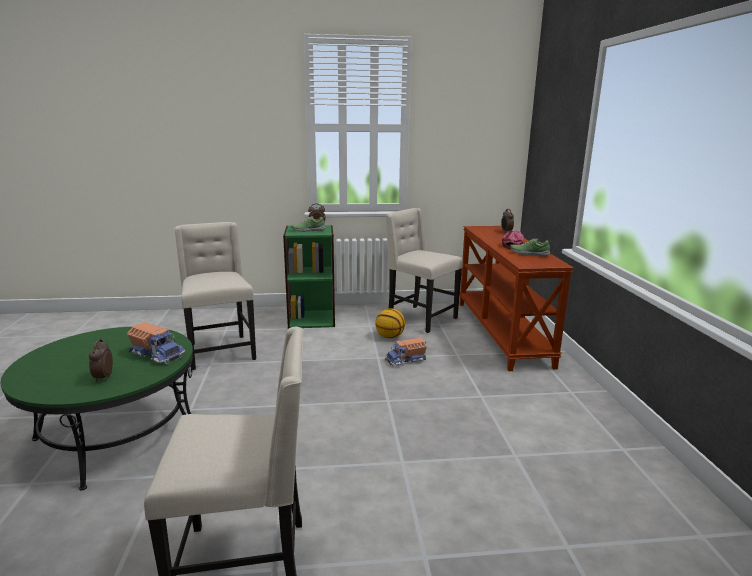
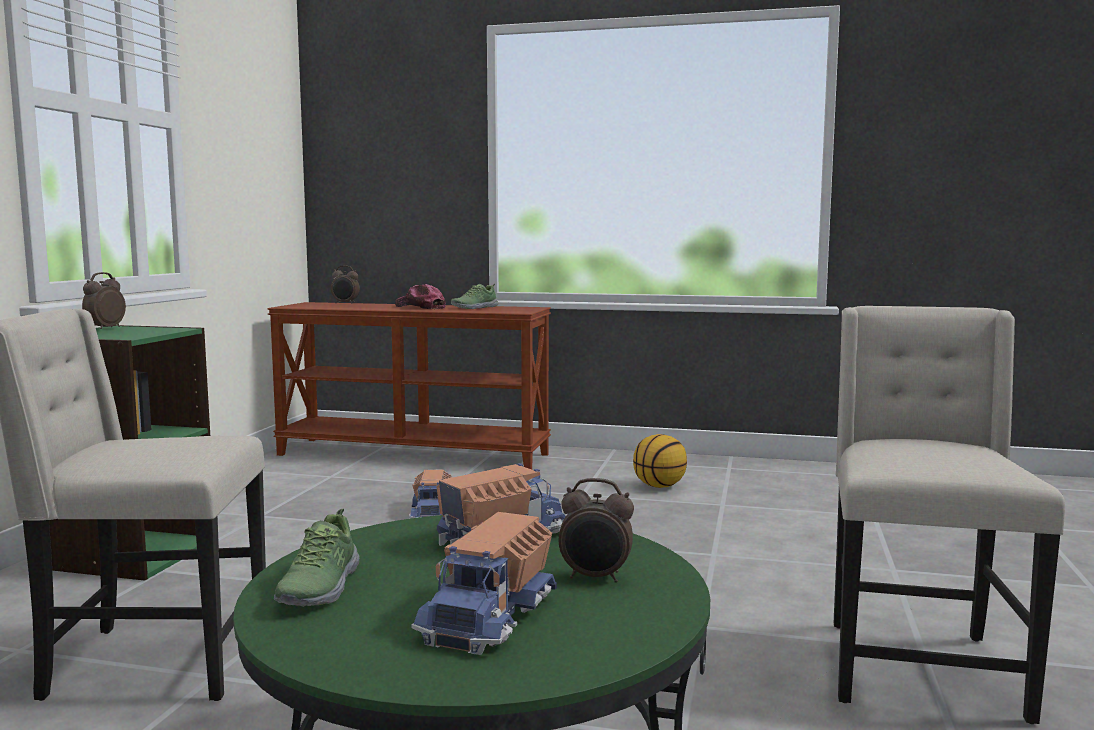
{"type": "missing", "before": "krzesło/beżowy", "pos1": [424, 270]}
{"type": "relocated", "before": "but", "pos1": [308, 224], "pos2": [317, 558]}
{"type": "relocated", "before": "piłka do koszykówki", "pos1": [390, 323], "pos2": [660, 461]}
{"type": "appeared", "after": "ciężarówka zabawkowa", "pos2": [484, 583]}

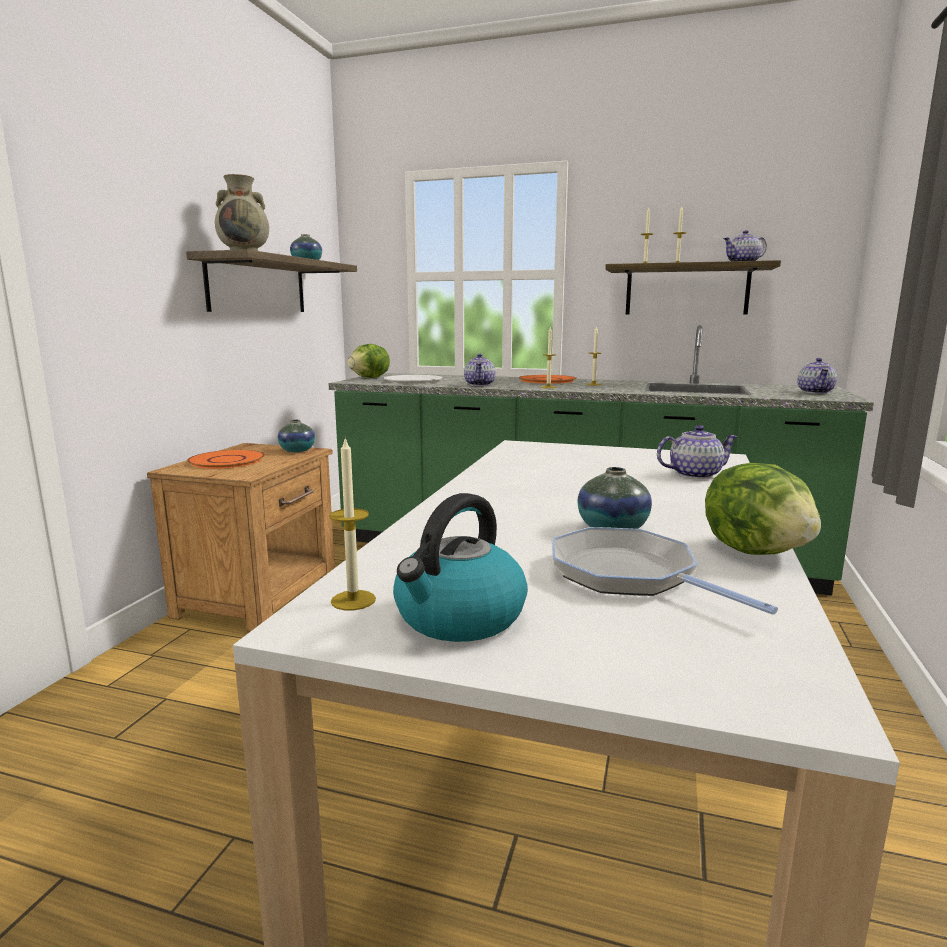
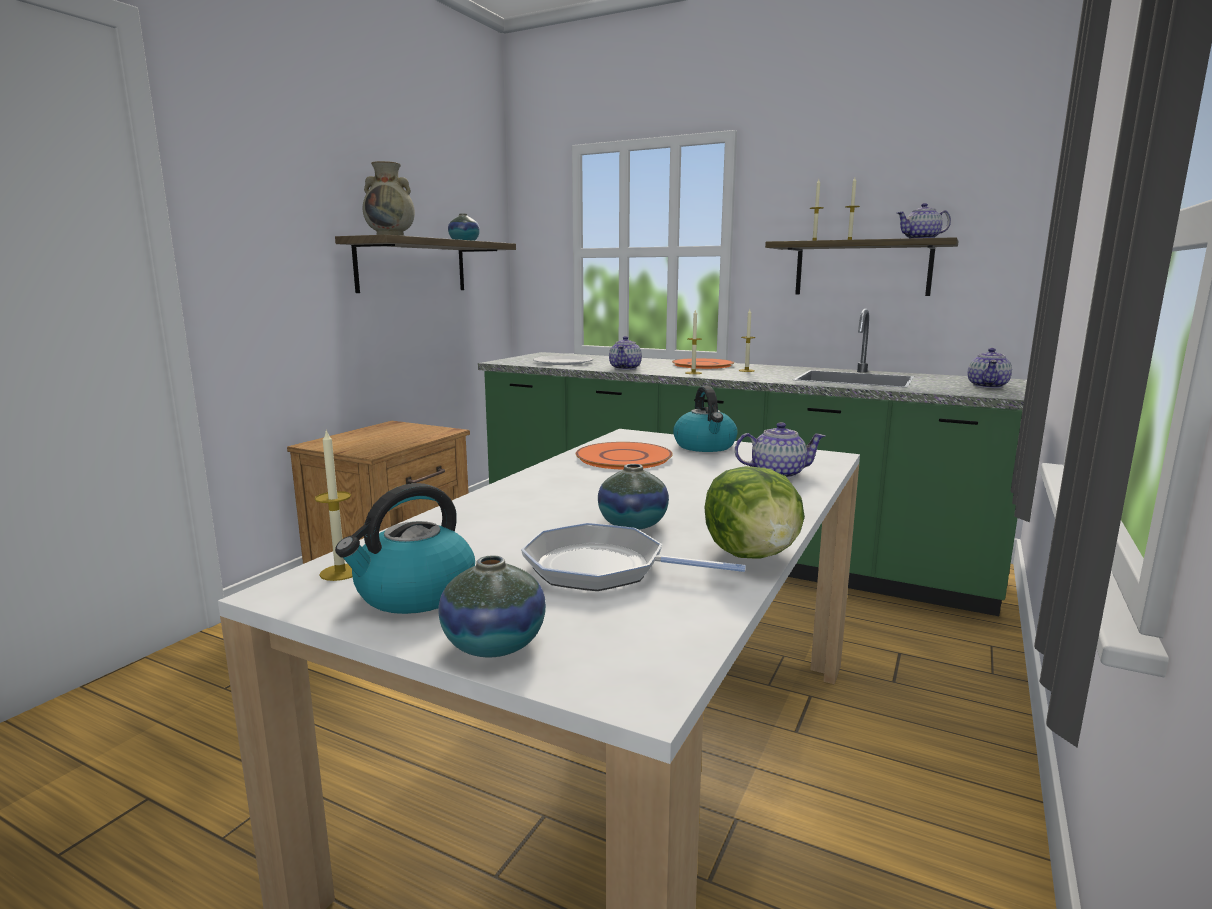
{"type": "missing", "before": "sałata", "pos1": [368, 361]}
{"type": "relocated", "before": "wazon", "pos1": [296, 436], "pos2": [492, 606]}
{"type": "relocated", "before": "talerz/pomarańczowy", "pos1": [226, 459], "pos2": [624, 455]}
{"type": "spun", "before": "patelnia", "pos1": [665, 571], "pos2": [633, 557], "turn": -45}
{"type": "appeared", "after": "czajnik", "pos2": [705, 419]}

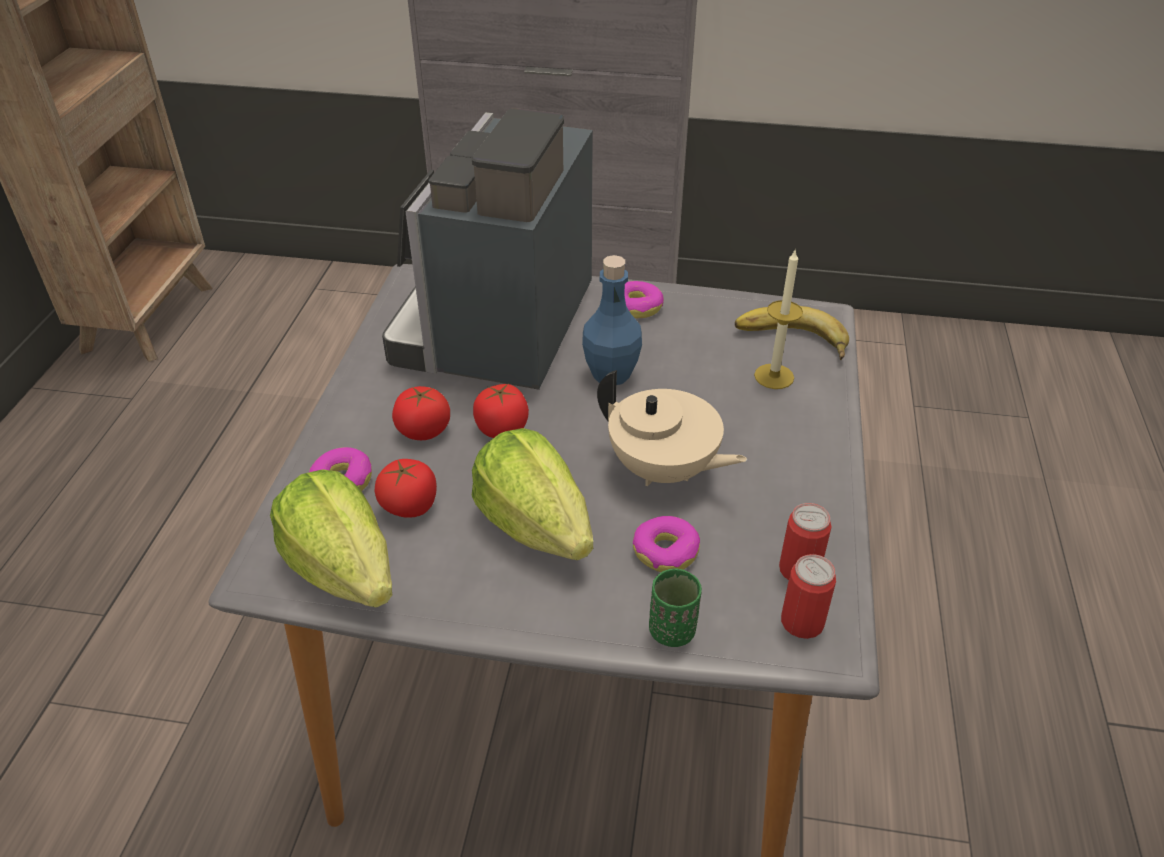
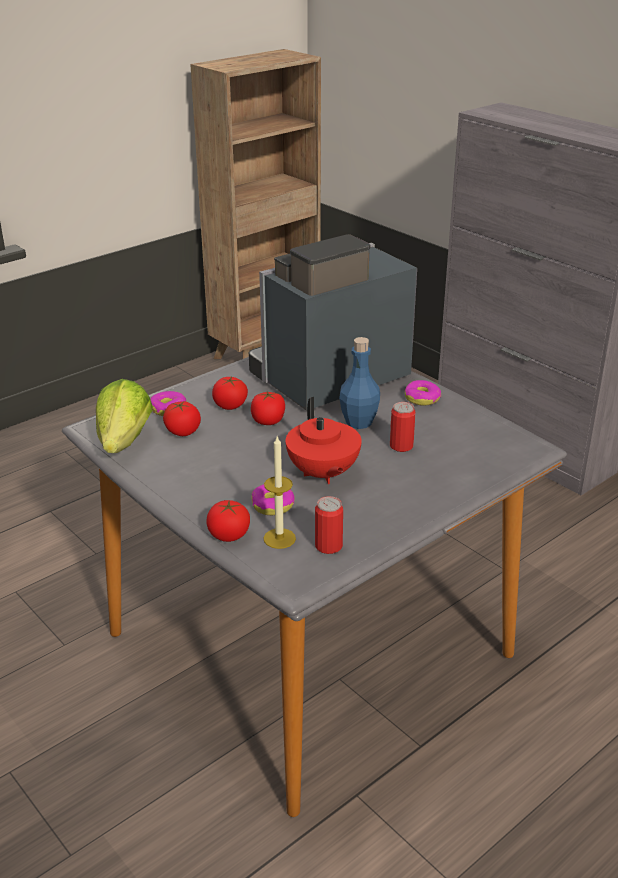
{"type": "relocated", "before": "świeca", "pos1": [778, 319], "pos2": [280, 492]}
{"type": "missing", "before": "banan", "pos1": [792, 333]}
{"type": "colour", "before": "imbryk/beżowy", "after": "imbryk/czerwony", "pos1": [672, 428], "pos2": [323, 440]}
{"type": "missing", "before": "sałata", "pos1": [532, 494]}
{"type": "relocated", "before": "puszka", "pos1": [808, 596], "pos2": [402, 427]}
{"type": "exchanged", "before": "filiżanka/zielony", "after": "pomidor", "pos1": [675, 607], "pos2": [228, 521]}

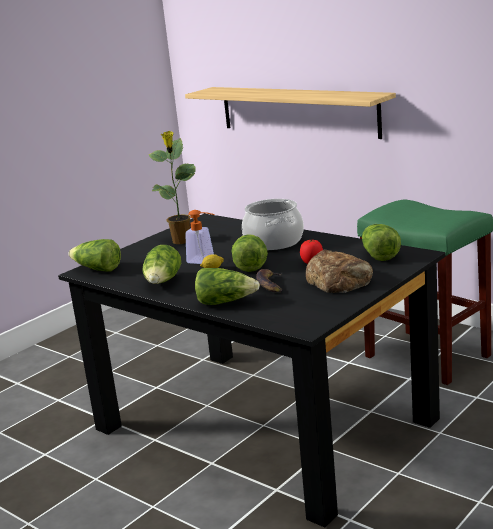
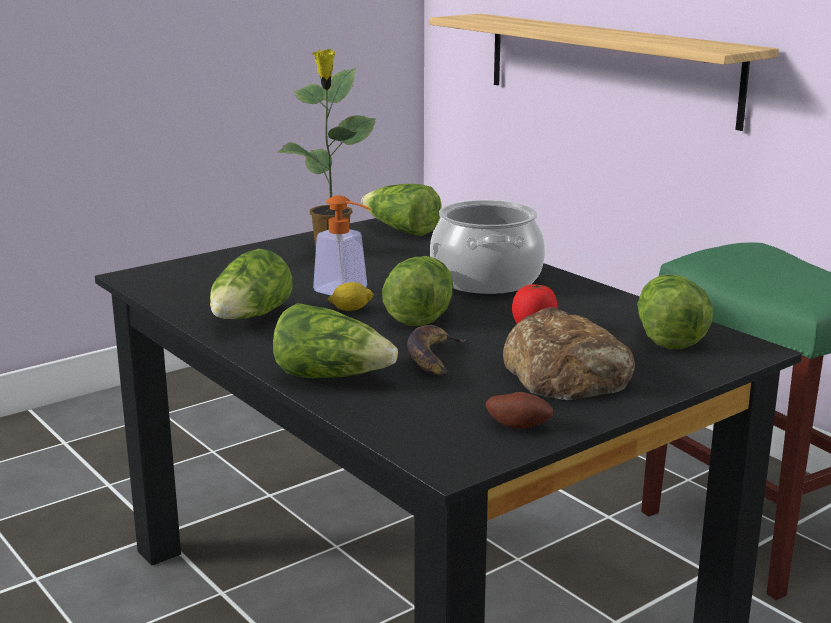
{"type": "relocated", "before": "sałata", "pos1": [94, 255], "pos2": [401, 210]}
{"type": "appeared", "after": "ziemniak", "pos2": [519, 410]}

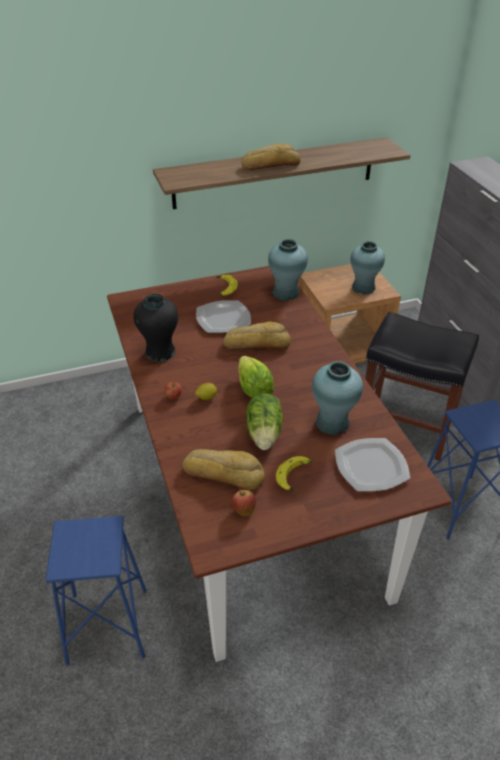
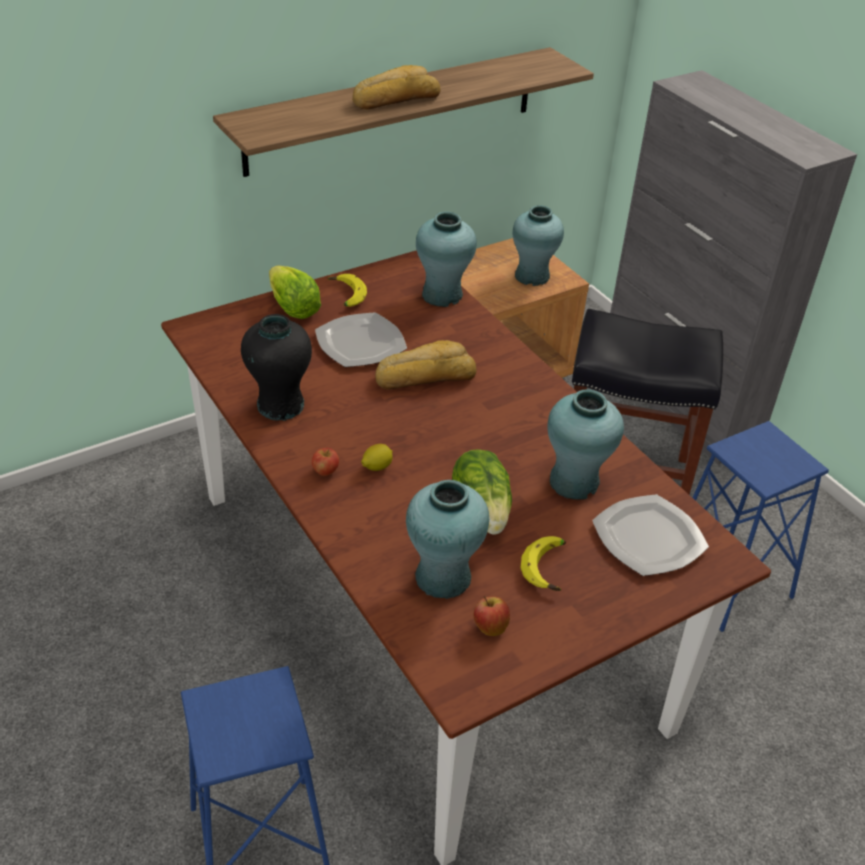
{"type": "relocated", "before": "sałata", "pos1": [256, 377], "pos2": [295, 292]}
{"type": "exchanged", "before": "chleb", "after": "wazon/turkusowy", "pos1": [223, 470], "pos2": [447, 539]}

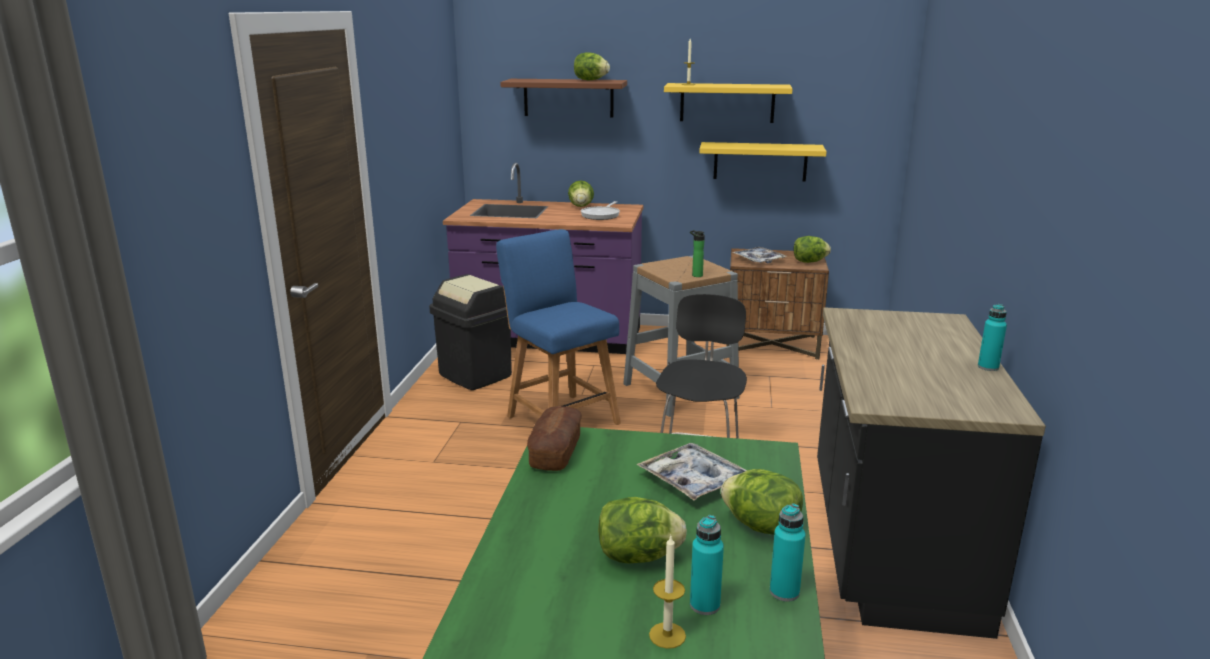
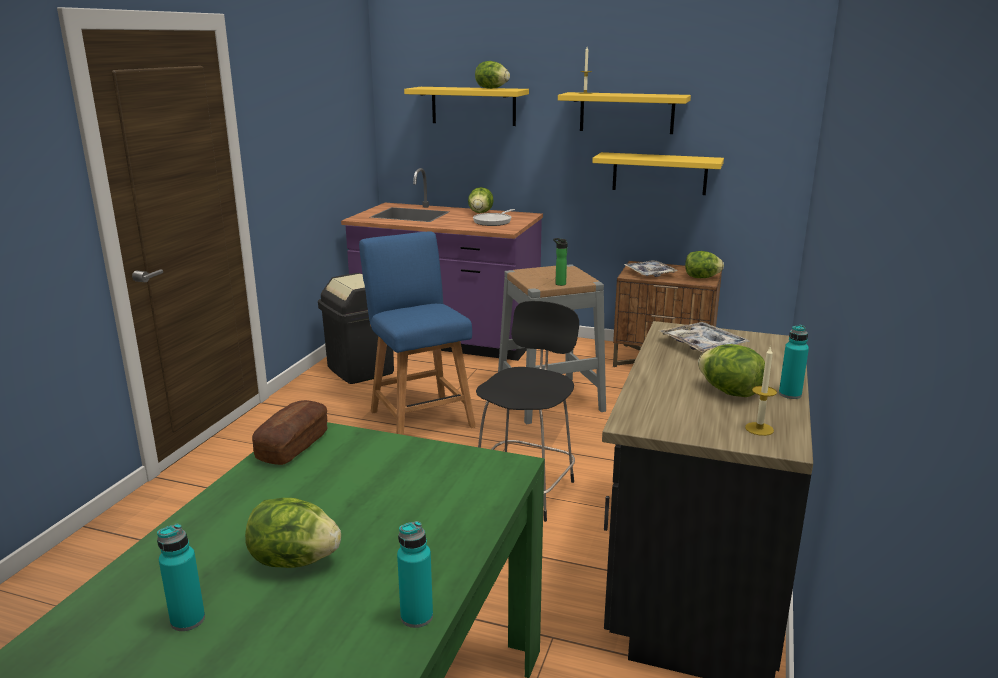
{"type": "colour", "before": "półka/brązowy", "after": "półka/żółty", "pos1": [563, 98], "pos2": [466, 106]}
{"type": "relocated", "before": "taca", "pos1": [691, 472], "pos2": [703, 337]}
{"type": "relocated", "before": "sałata", "pos1": [762, 502], "pos2": [731, 370]}
{"type": "relocated", "before": "butelka/turkusowy", "pos1": [707, 565], "pos2": [181, 577]}
{"type": "relocated", "before": "świeca", "pos1": [667, 592], "pos2": [761, 391]}

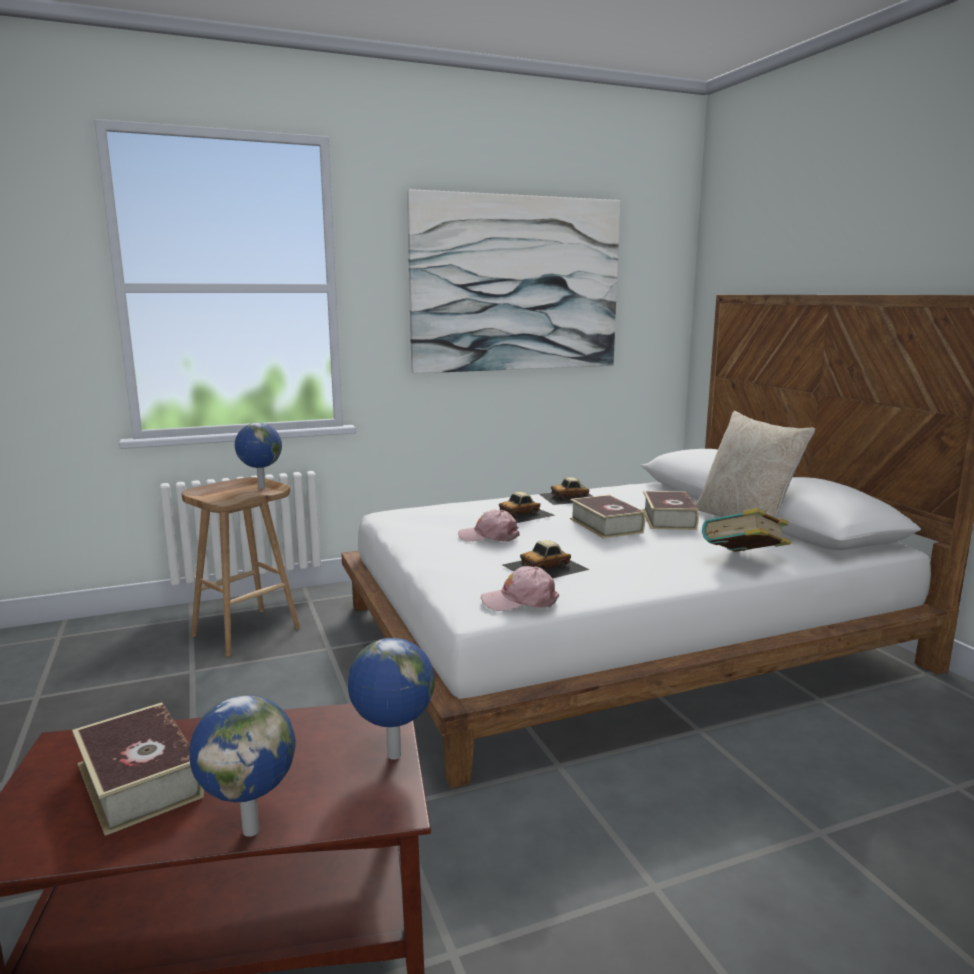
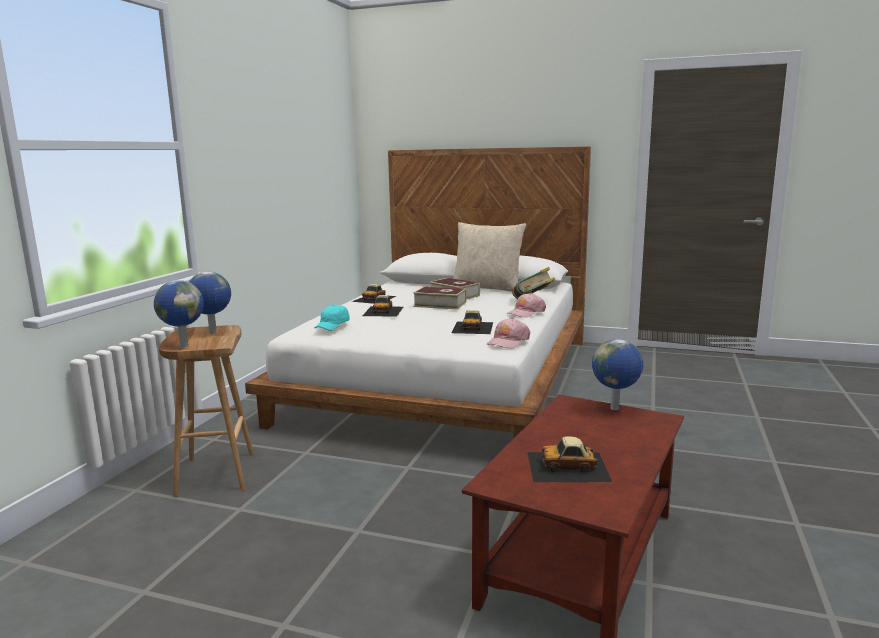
{"type": "missing", "before": "obraz", "pos1": [513, 281]}
{"type": "relocated", "before": "czapka z daszkiem/różowy", "pos1": [489, 526], "pos2": [526, 305]}
{"type": "relocated", "before": "globus", "pos1": [242, 766], "pos2": [178, 313]}
{"type": "exchanged", "before": "książka", "after": "samochodzik", "pos1": [138, 769], "pos2": [570, 459]}
{"type": "appeared", "after": "czapka z daszkiem/turkusowy", "pos2": [332, 317]}

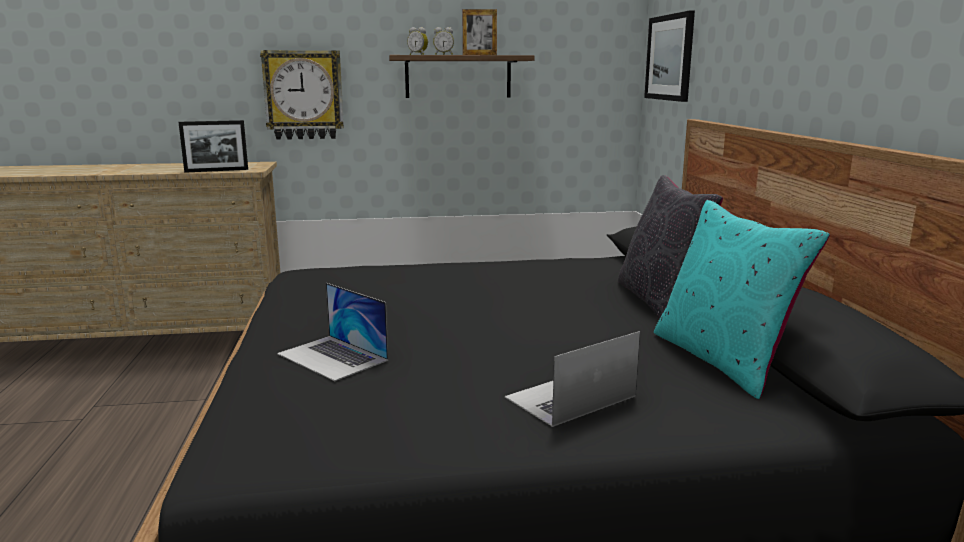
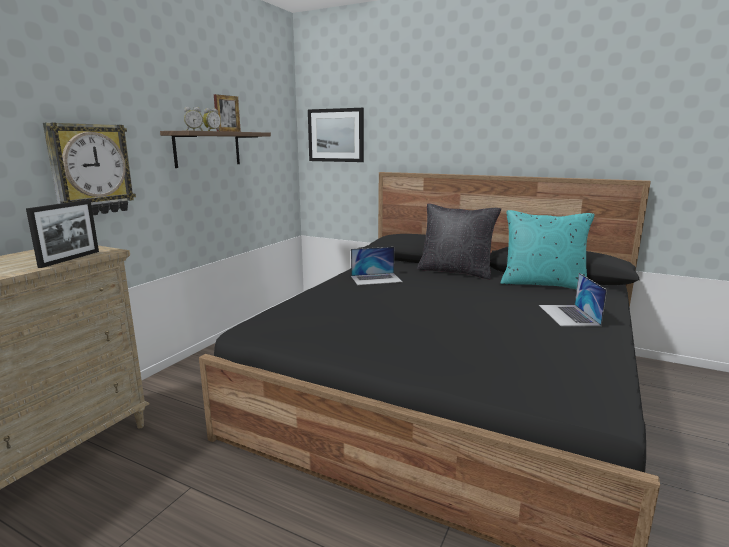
{"type": "relocated", "before": "laptop", "pos1": [332, 332], "pos2": [377, 266]}

